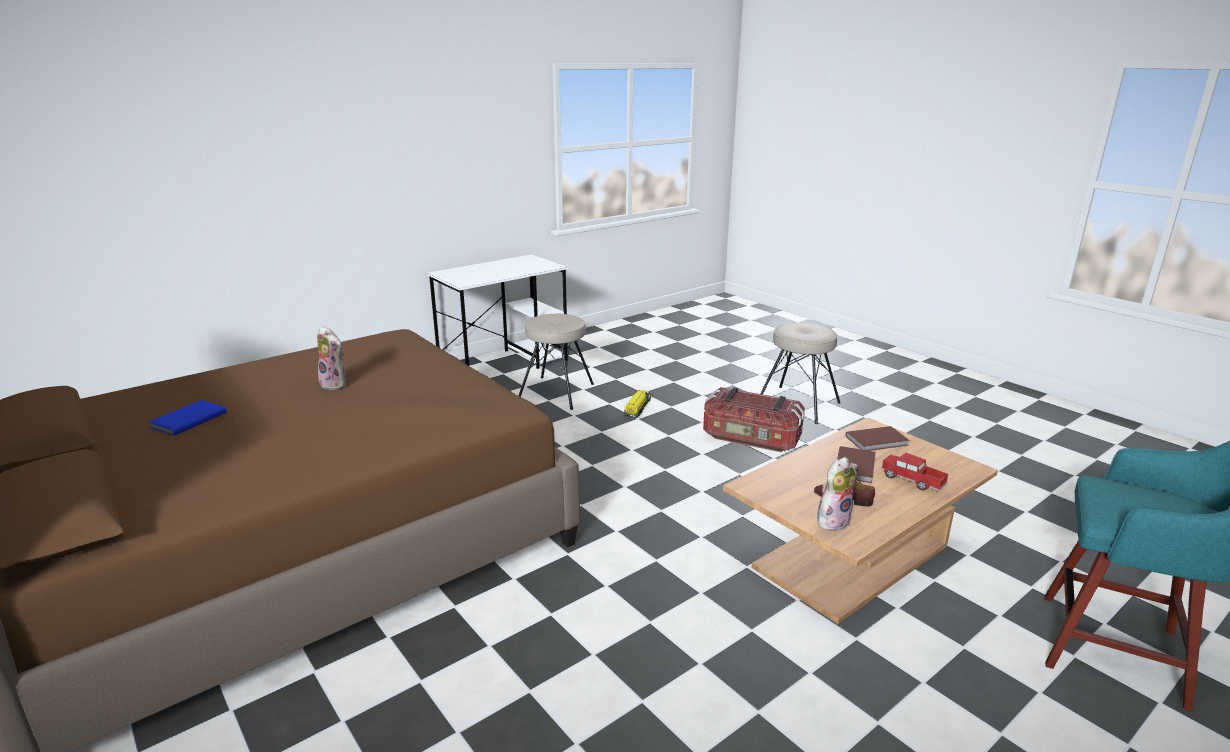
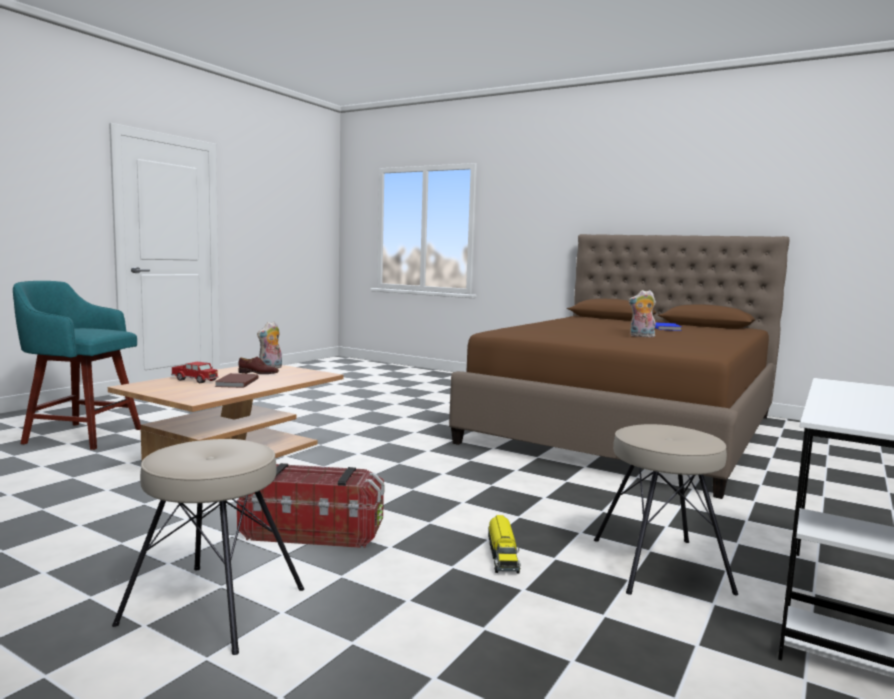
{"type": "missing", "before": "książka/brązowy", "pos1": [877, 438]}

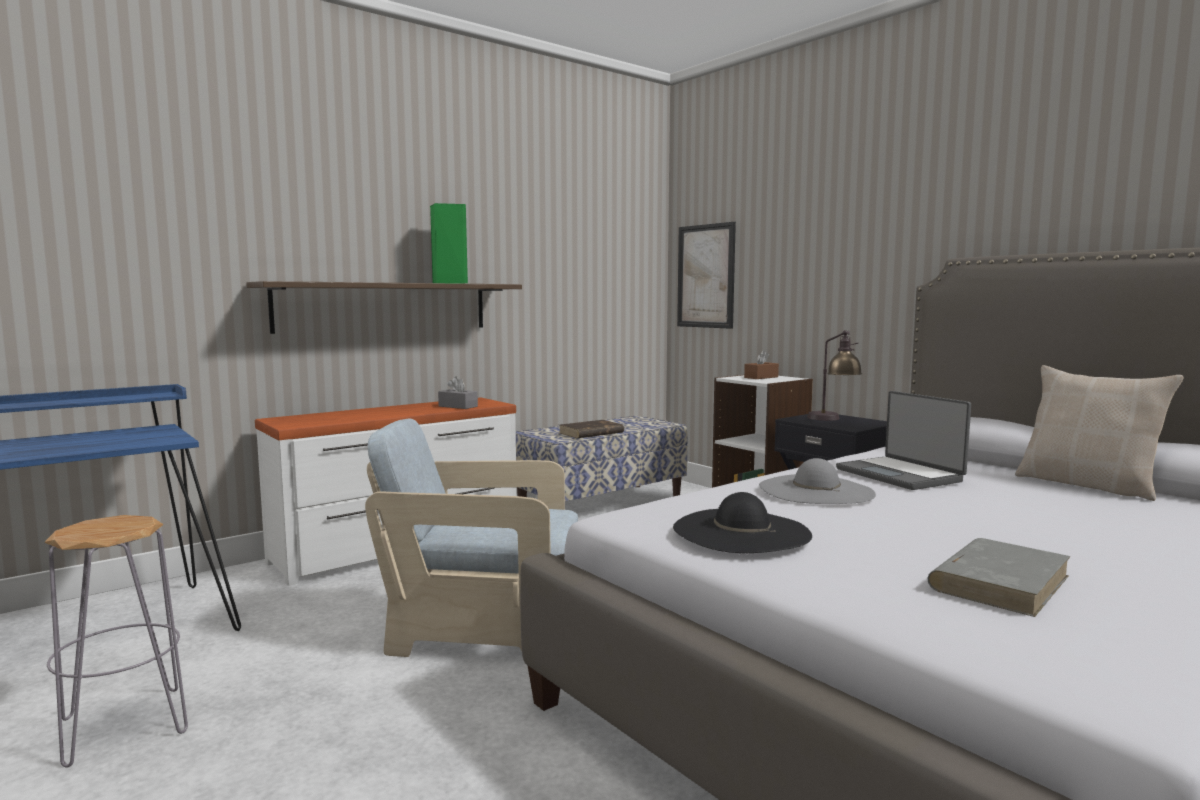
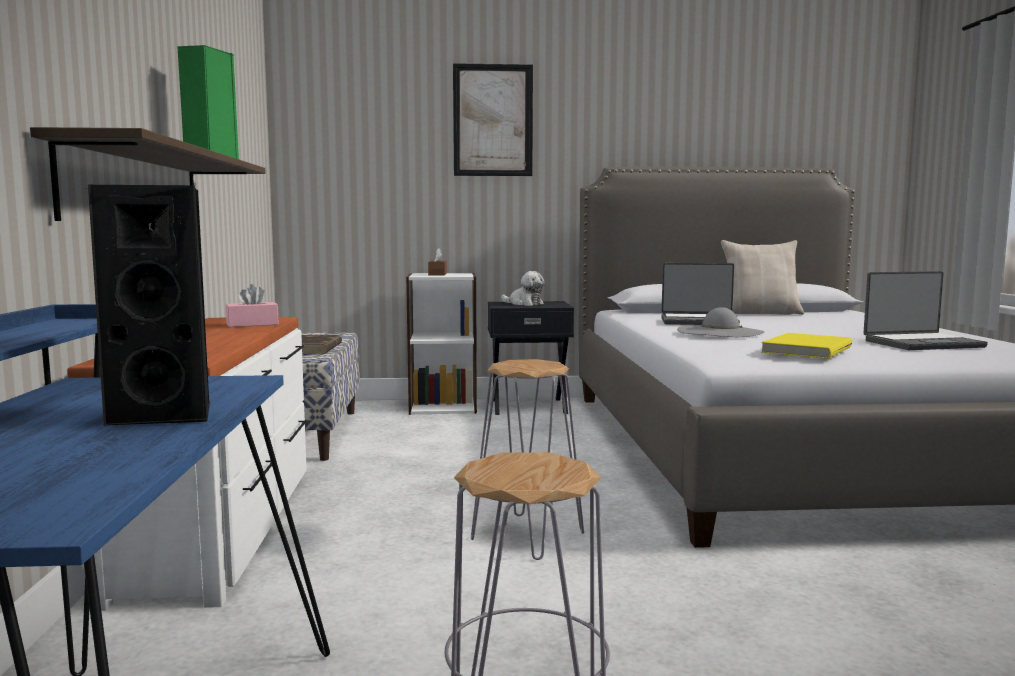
{"type": "relocated", "before": "obraz", "pos1": [706, 275], "pos2": [493, 119]}
{"type": "exchanged", "before": "lampa stołowa", "after": "pluszak", "pos1": [834, 375], "pos2": [523, 288]}
{"type": "colour", "before": "pudełko chusteczek/szary", "after": "pudełko chusteczek/różowy", "pos1": [458, 392], "pos2": [252, 305]}
{"type": "exchanged", "before": "fotel/beżowy", "after": "stołek/szary", "pos1": [471, 537], "pos2": [527, 459]}
{"type": "exchanged", "before": "kapelusz/czarny", "after": "książka/żółty", "pos1": [742, 522], "pos2": [806, 346]}
{"type": "exchanged", "before": "książka/szary", "after": "laptop", "pos1": [999, 577], "pos2": [926, 310]}
{"type": "appeared", "after": "głośnik/czarny", "pos2": [149, 305]}

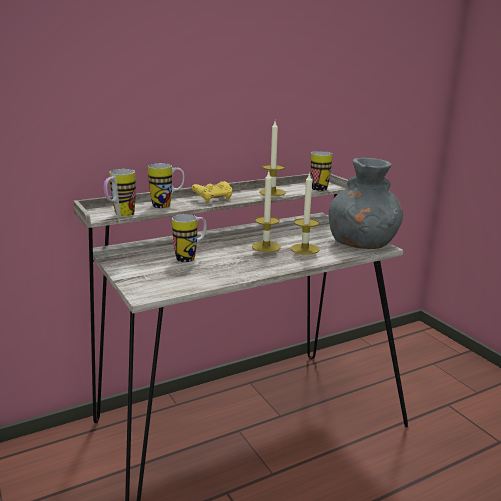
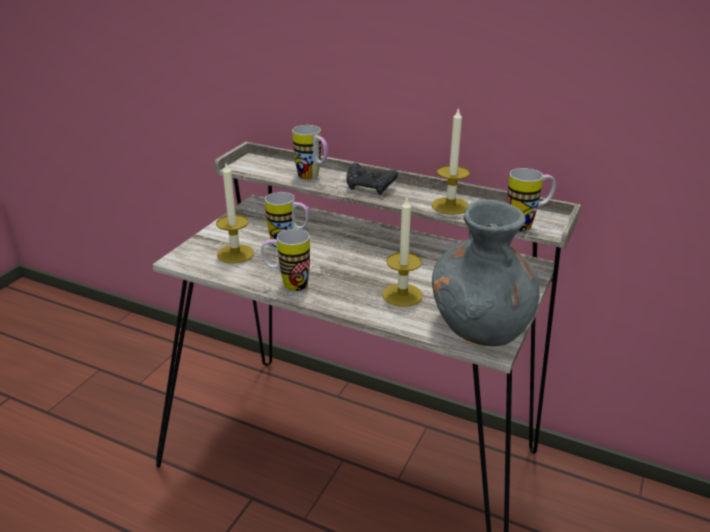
{"type": "relocated", "before": "kubek", "pos1": [120, 193], "pos2": [285, 260]}
{"type": "relocated", "before": "świeca", "pos1": [266, 212], "pos2": [235, 213]}
{"type": "colour", "before": "pad do gier/żółty", "after": "pad do gier/czarny", "pos1": [212, 192], "pos2": [372, 179]}

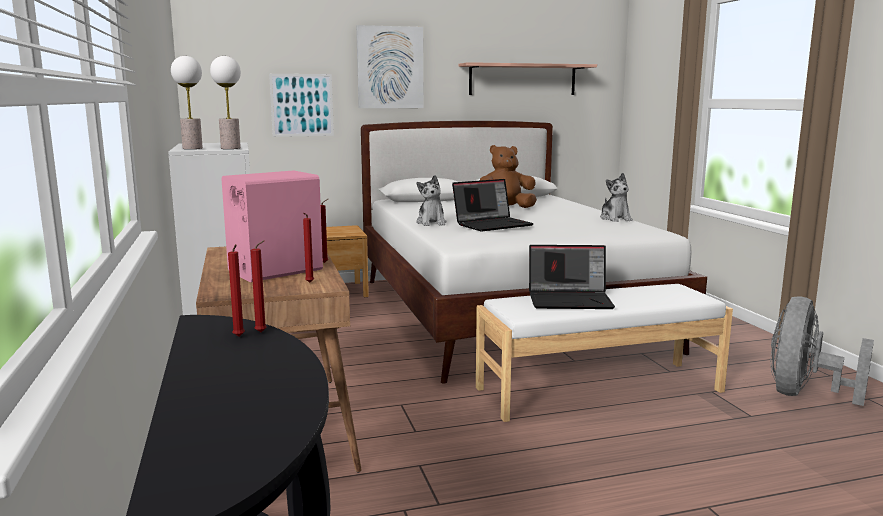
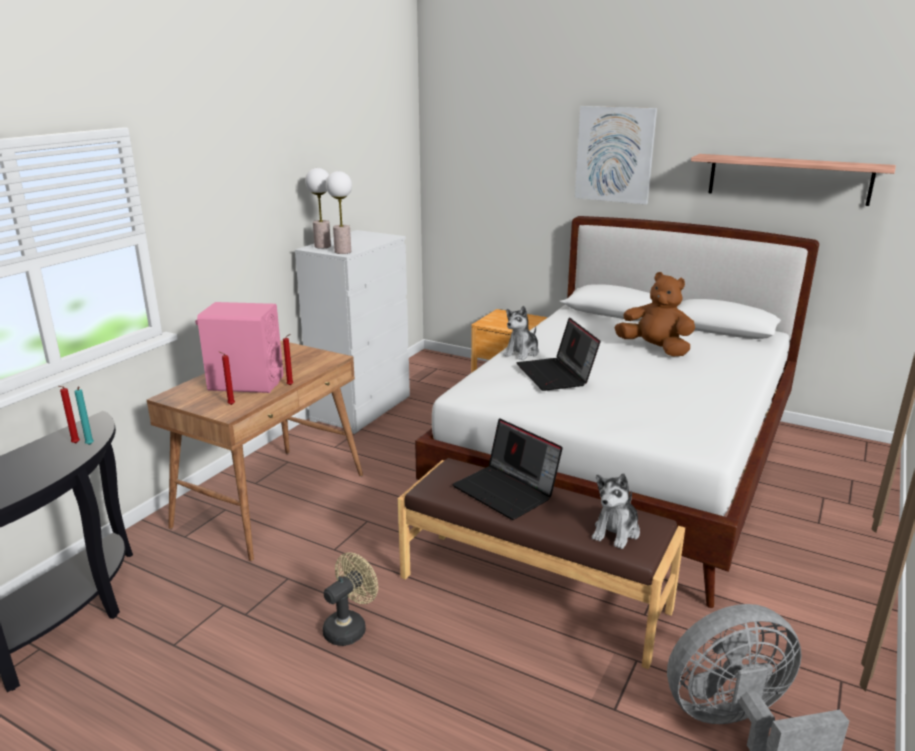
{"type": "missing", "before": "obraz", "pos1": [301, 105]}
{"type": "relocated", "before": "pluszak", "pos1": [616, 197], "pos2": [616, 511]}
{"type": "spun", "before": "laptop", "pos1": [493, 205], "pos2": [558, 354], "turn": 60}
{"type": "colour", "before": "świeca/czerwony", "after": "świeca/turkusowy", "pos1": [258, 286], "pos2": [84, 415]}
{"type": "colour", "before": "ławka/biały", "after": "ławka/brązowy", "pos1": [604, 353], "pos2": [541, 563]}
{"type": "appeared", "after": "wentylator/beżowy", "pos2": [350, 599]}

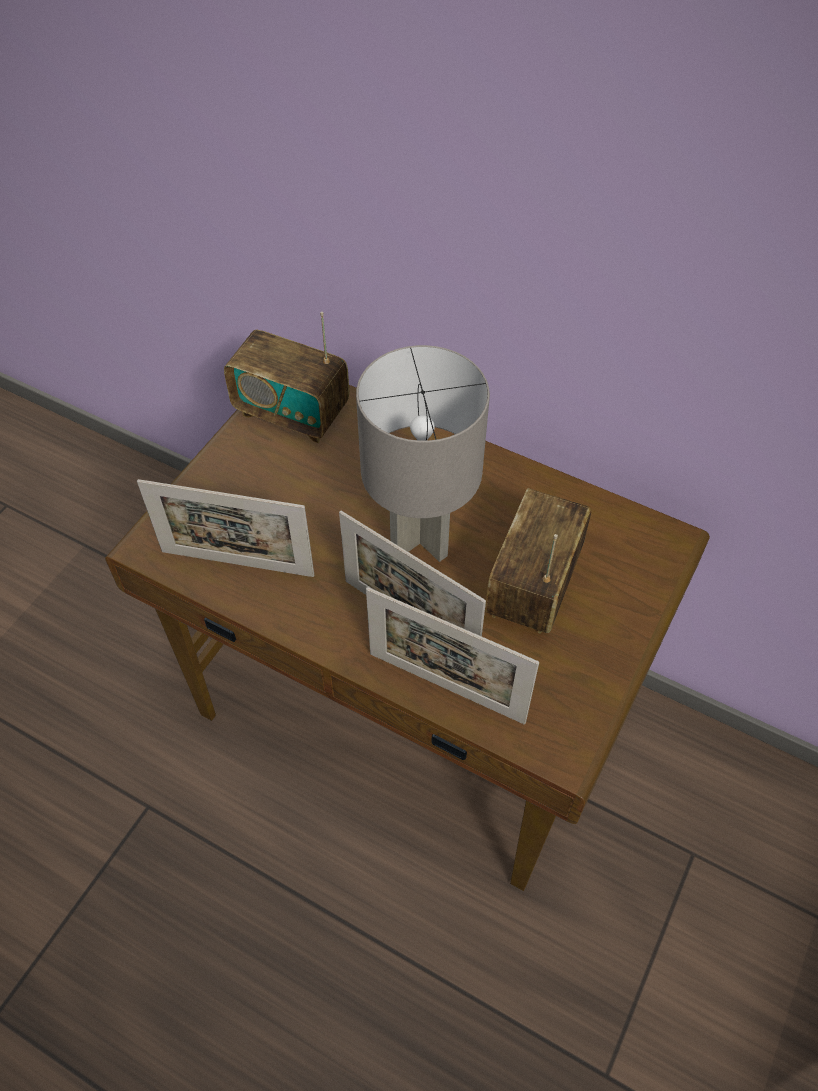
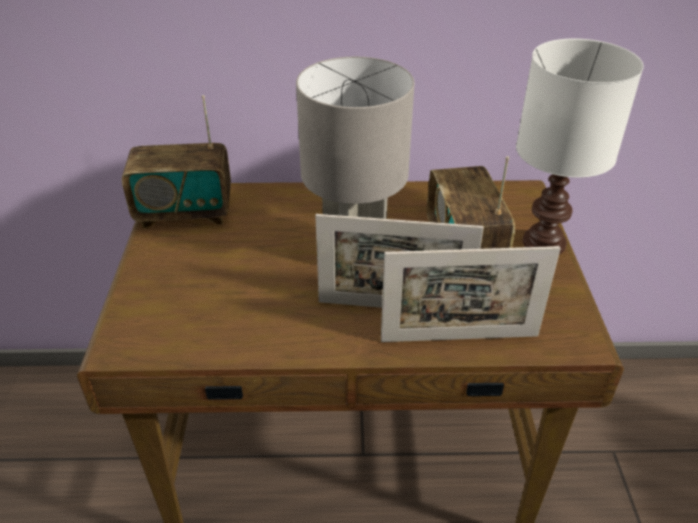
{"type": "missing", "before": "ramka na zdjęcie", "pos1": [225, 528]}
{"type": "appeared", "after": "lampa stołowa/biały", "pos2": [580, 146]}

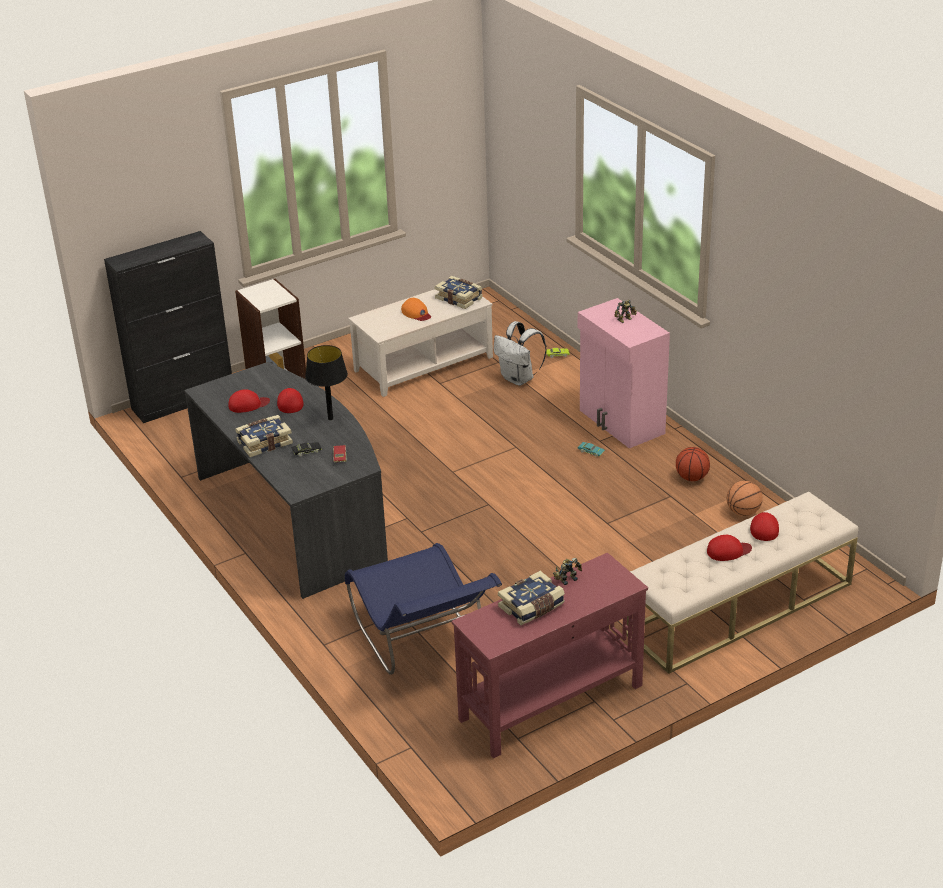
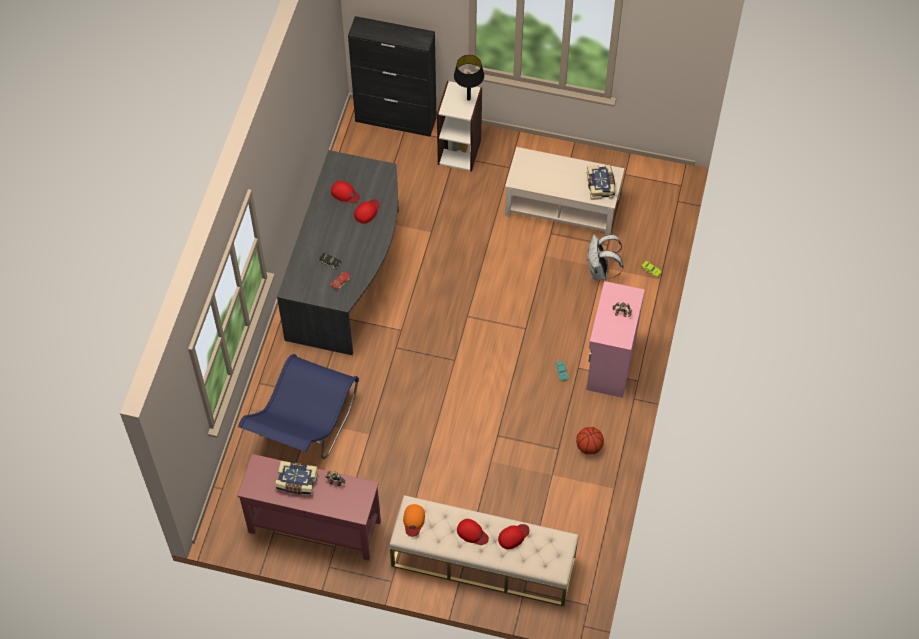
{"type": "relocated", "before": "czapka z daszkiem/pomarańczowy", "pos1": [416, 309], "pos2": [414, 520]}
{"type": "relocated", "before": "lampa stołowa/czarny", "pos1": [326, 382], "pos2": [469, 78]}
{"type": "missing", "before": "książka", "pos1": [264, 436]}
{"type": "missing", "before": "piłka do koszykówki", "pos1": [745, 498]}

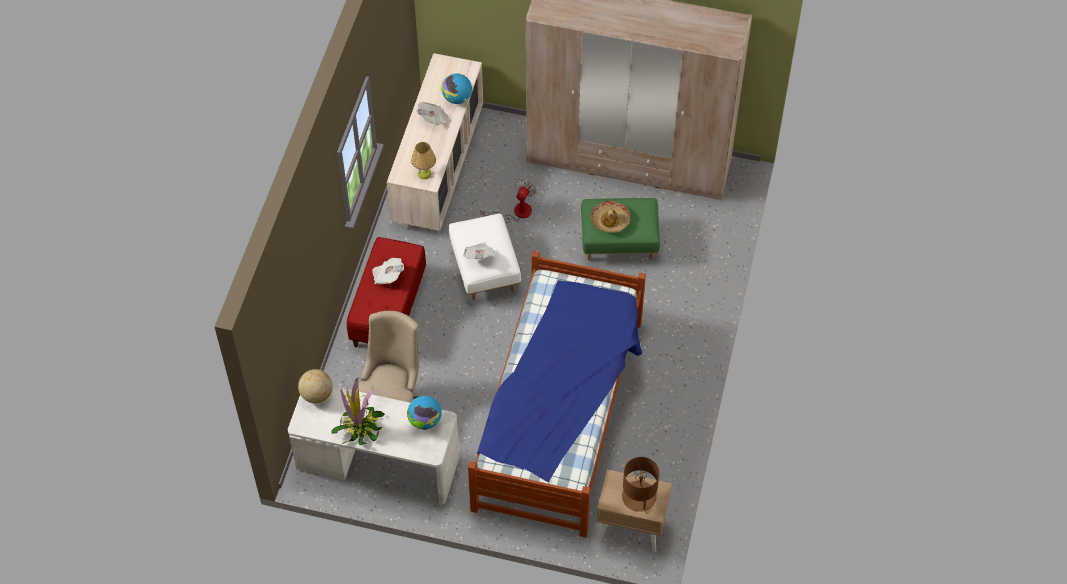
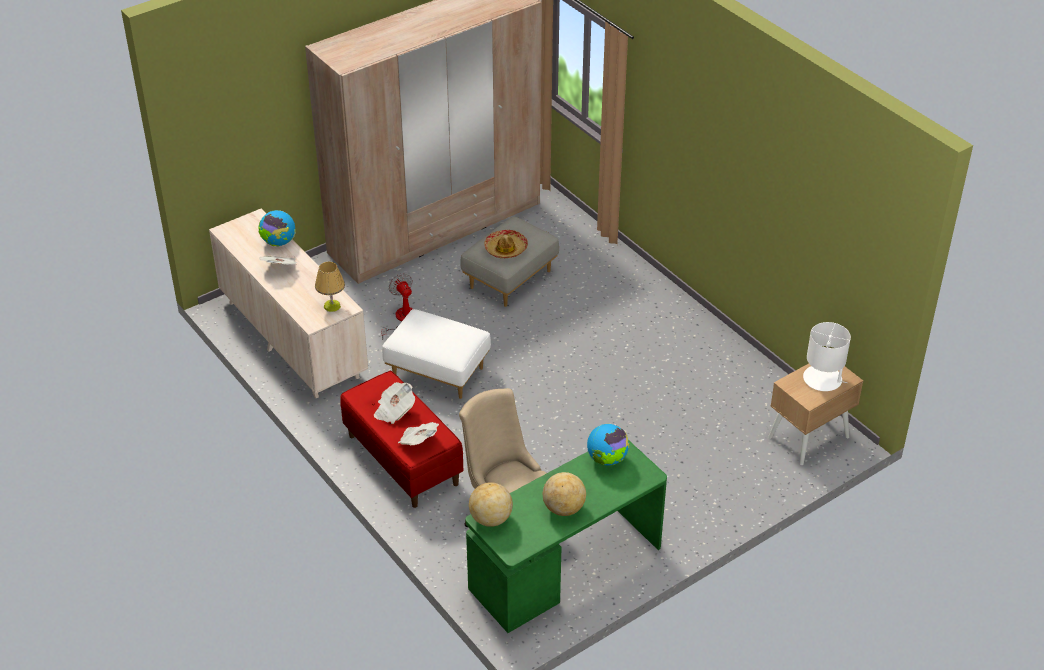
{"type": "colour", "before": "pufa/zielony", "after": "pufa/szary", "pos1": [620, 229], "pos2": [509, 261]}
{"type": "relocated", "before": "gazeta", "pos1": [479, 251], "pos2": [418, 433]}
{"type": "missing", "before": "łóżko", "pos1": [557, 394]}
{"type": "exchanged", "before": "roślina doniczkowa", "after": "globus", "pos1": [358, 411], "pos2": [564, 494]}
{"type": "colour", "before": "biurko/biały", "after": "biurko/zielony", "pos1": [373, 445], "pos2": [566, 537]}
{"type": "colour", "before": "lampa stołowa/brązowy", "after": "lampa stołowa/biały", "pos1": [641, 485], "pos2": [827, 356]}

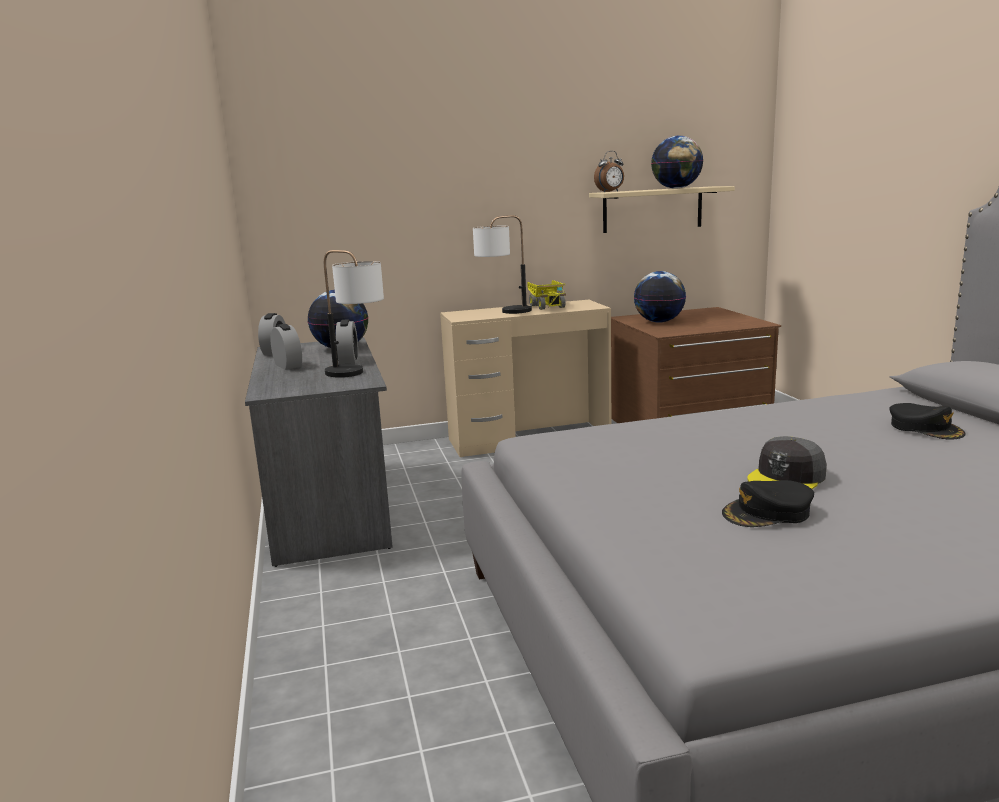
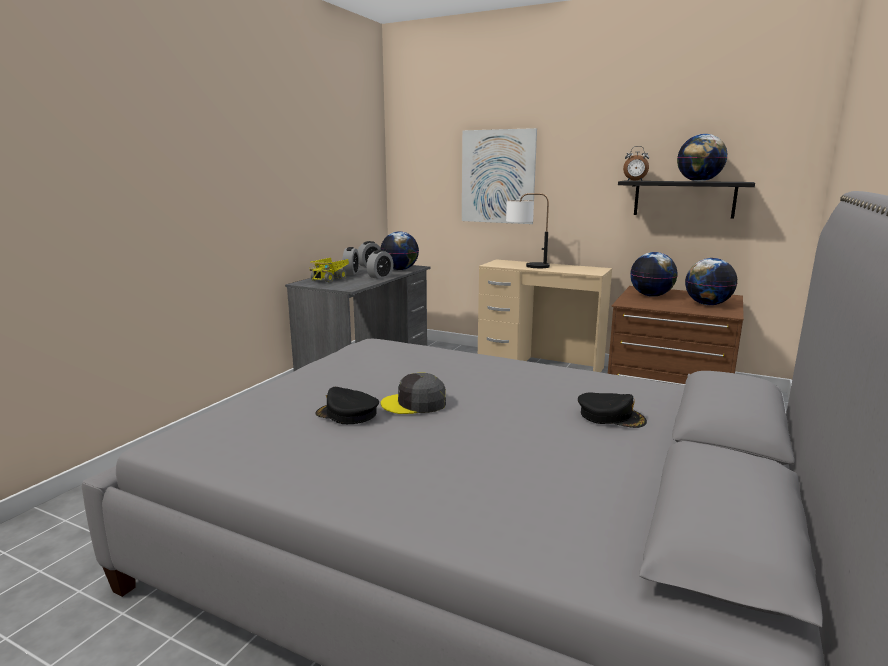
{"type": "colour", "before": "półka/beżowy", "after": "półka/czarny", "pos1": [662, 209], "pos2": [686, 200]}
{"type": "missing", "before": "lampa stołowa", "pos1": [354, 314]}
{"type": "relocated", "before": "ciężarówka zabawkowa", "pos1": [546, 295], "pos2": [329, 270]}
{"type": "spun", "before": "czapka z daszkiem/czarny", "pos1": [927, 421], "pos2": [612, 410], "turn": -75}
{"type": "appeared", "after": "obraz", "pos2": [499, 176]}
{"type": "appeared", "after": "globus", "pos2": [711, 281]}

